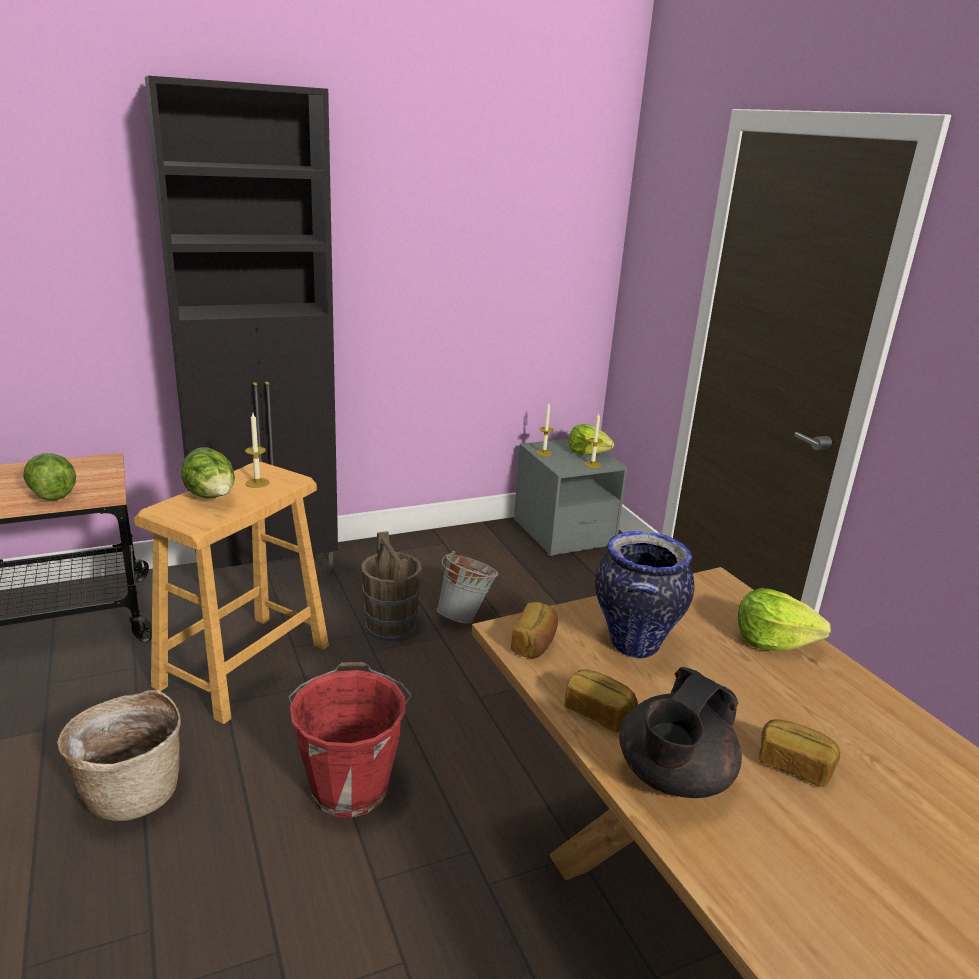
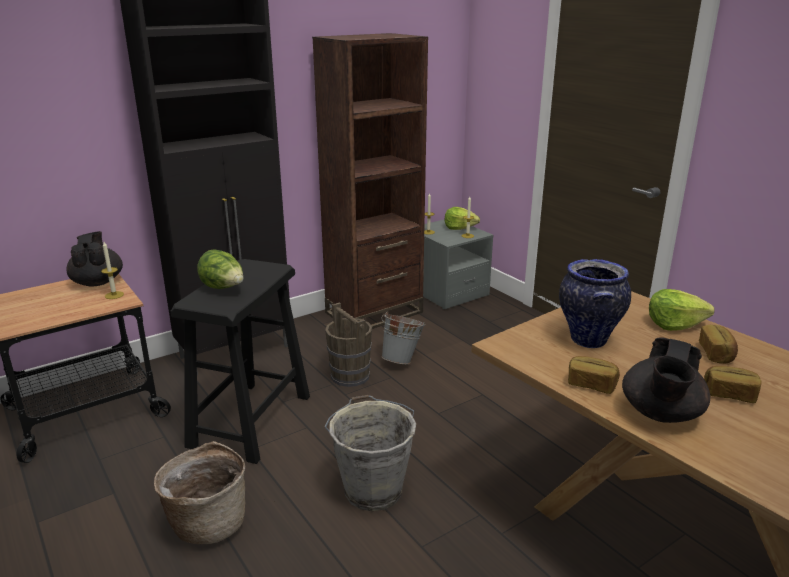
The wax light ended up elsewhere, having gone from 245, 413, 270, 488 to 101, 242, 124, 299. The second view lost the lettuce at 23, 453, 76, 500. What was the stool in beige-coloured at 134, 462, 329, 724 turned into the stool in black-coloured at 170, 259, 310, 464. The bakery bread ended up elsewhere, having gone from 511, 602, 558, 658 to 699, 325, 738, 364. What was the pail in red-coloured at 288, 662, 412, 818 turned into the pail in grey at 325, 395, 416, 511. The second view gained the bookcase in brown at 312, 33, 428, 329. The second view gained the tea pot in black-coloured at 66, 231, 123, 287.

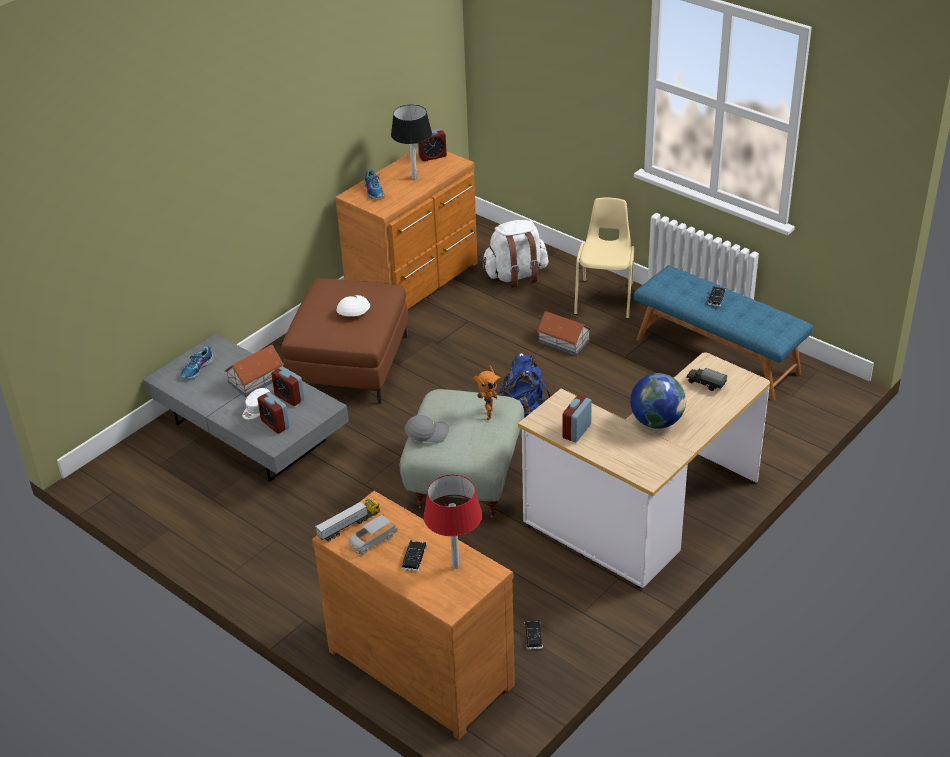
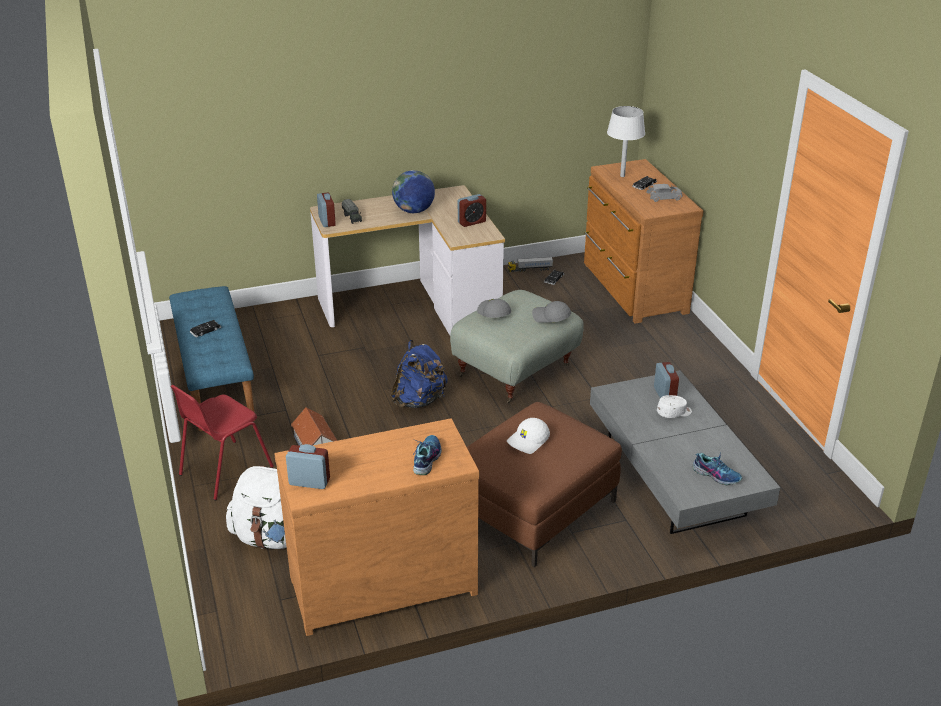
The second view lost the table lamp in black-coloured at 391, 105, 432, 179. What was the upright chair in beige-coloured at 574, 197, 634, 319 turned into the upright chair in red-coloured at 170, 385, 274, 500. The second view lost the model house at 224, 345, 284, 397. The low shoe at 181, 346, 214, 379 ended up facing another way, 60 degrees clockwise from before. Where the toy robot stood at 473, 365, 501, 420, the baseball cap in grey came to stand at 477, 299, 511, 318. The bedside clock ended up elsewhere, having gone from 271, 366, 304, 406 to 317, 192, 336, 227. What was the table lamp in red-coloured at 423, 474, 482, 569 turned into the table lamp in whitish at 607, 106, 645, 177. The toy lorry ended up elsewhere, having gone from 315, 499, 380, 541 to 508, 257, 553, 273.

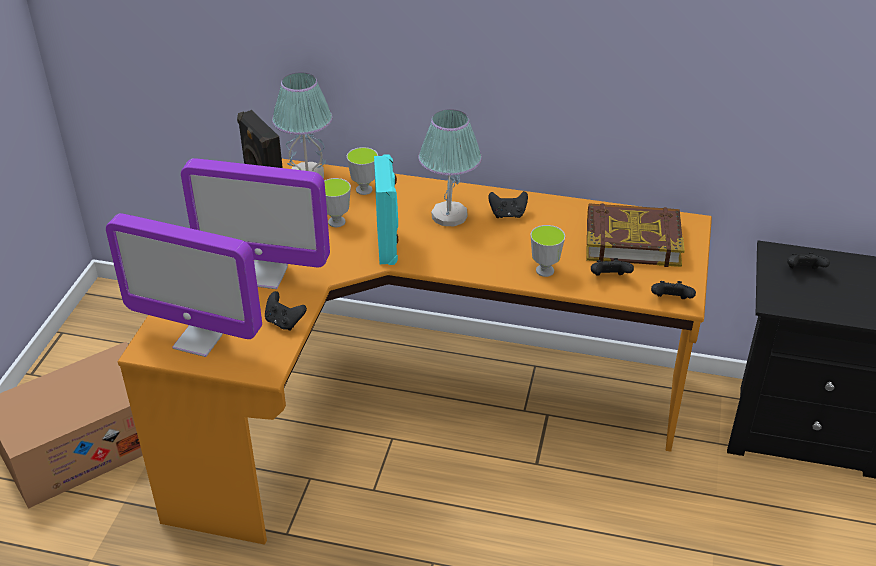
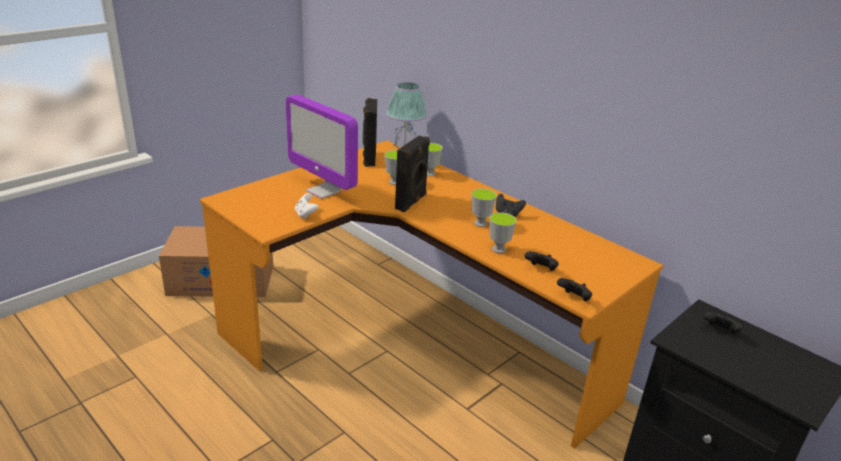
The second view lost the table lamp at 418, 109, 482, 226. What was the speaker in turquoise-coloured at 374, 154, 398, 265 turned into the speaker in black-coloured at 395, 136, 430, 212. The second view lost the bound book at 586, 203, 685, 267. The second view lost the computer screen at 106, 213, 262, 357. What was the joypad in black-coloured at 265, 291, 307, 331 turned into the joypad in whitish at 295, 193, 318, 219. The second view gained the drinking cup at 471, 189, 497, 227.

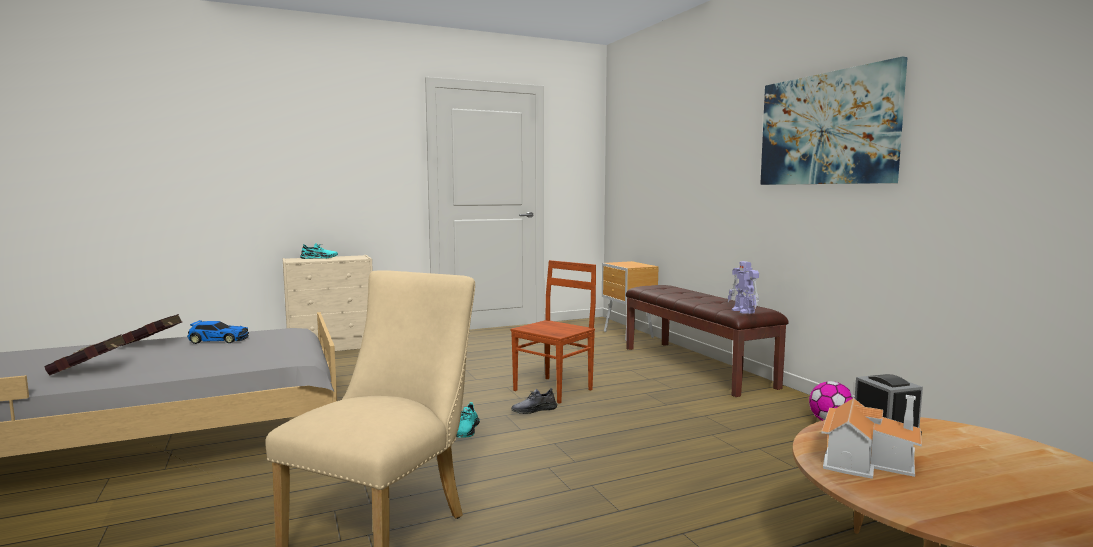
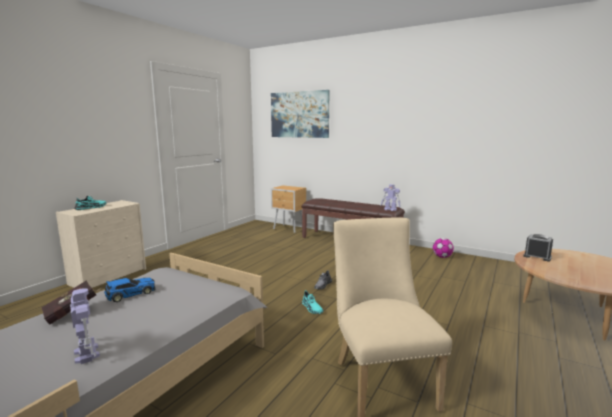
The wall picture ended up elsewhere, having gone from 760, 57, 908, 185 to 271, 90, 330, 138. The second view lost the upright chair in brown at 511, 260, 596, 404. Where the bound book in red-coloured stood at 44, 334, 126, 376, the toy robot came to stand at 70, 288, 100, 364. The second view lost the model house at 821, 395, 922, 479.

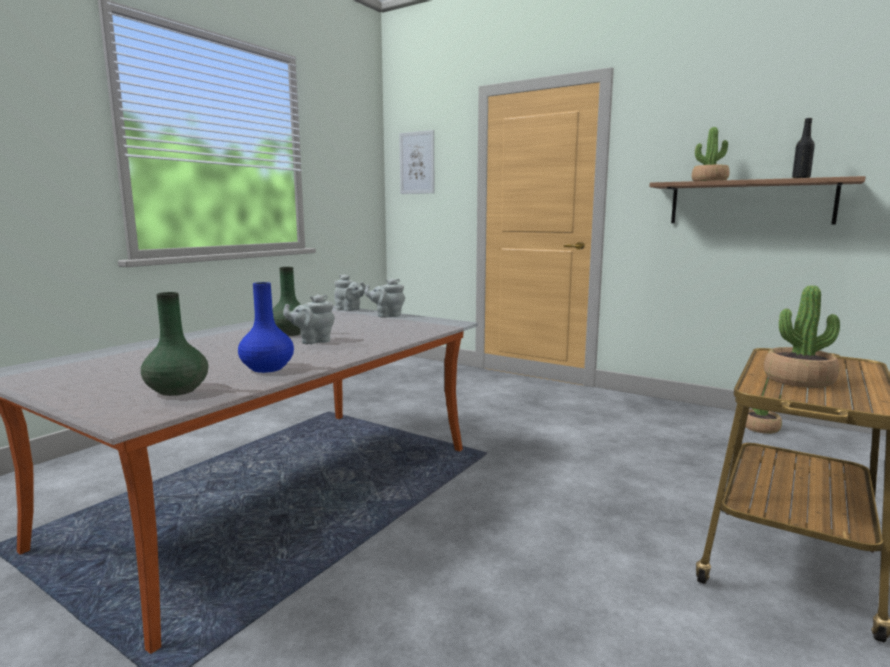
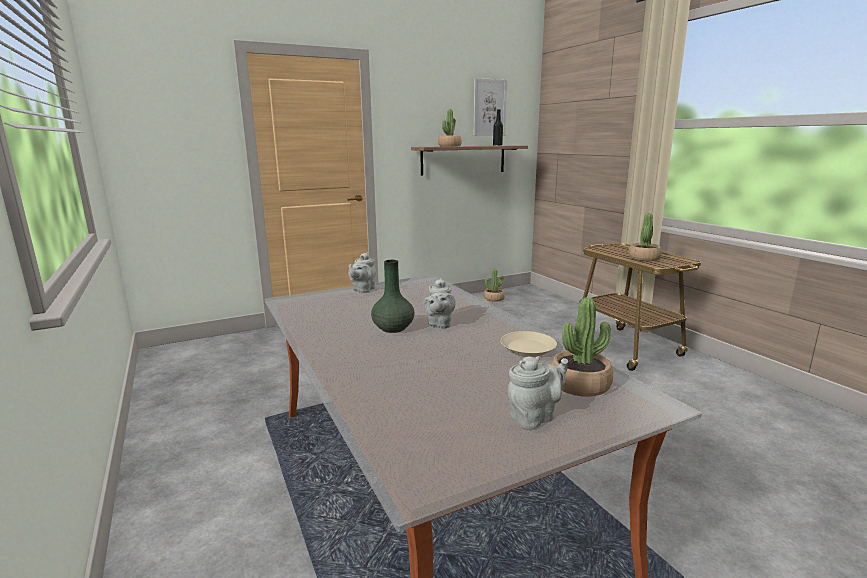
The wall picture ended up elsewhere, having gone from 399, 130, 434, 194 to 474, 78, 507, 136. The tea pot in grey ended up elsewhere, having gone from 334, 274, 366, 311 to 507, 356, 568, 429. Where the vase in blue stood at 238, 282, 294, 373, the flat dish in beige-coloured came to stand at 500, 331, 557, 357. Where the vase in greenish stood at 141, 292, 208, 396, the houseplant came to stand at 551, 297, 613, 397.

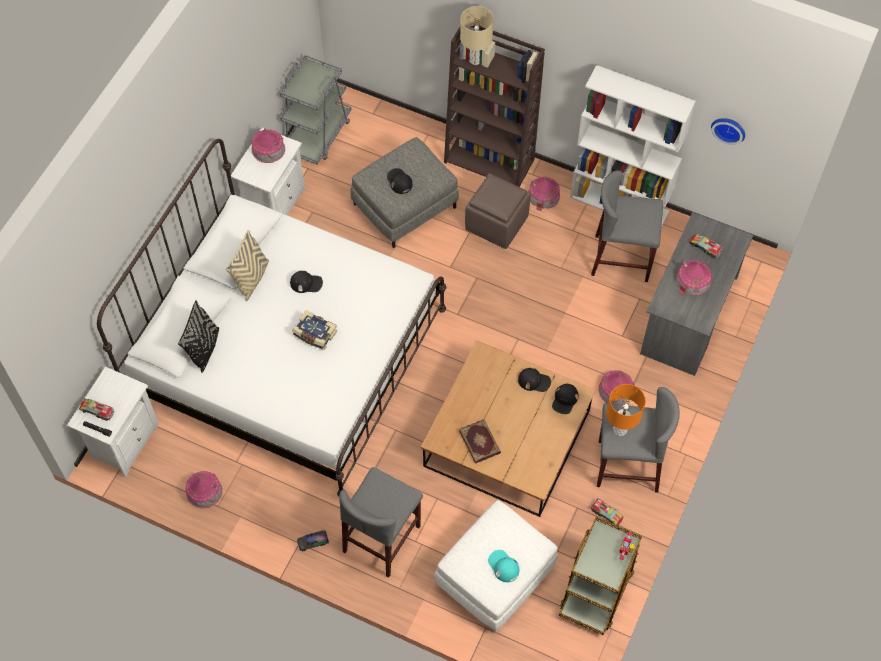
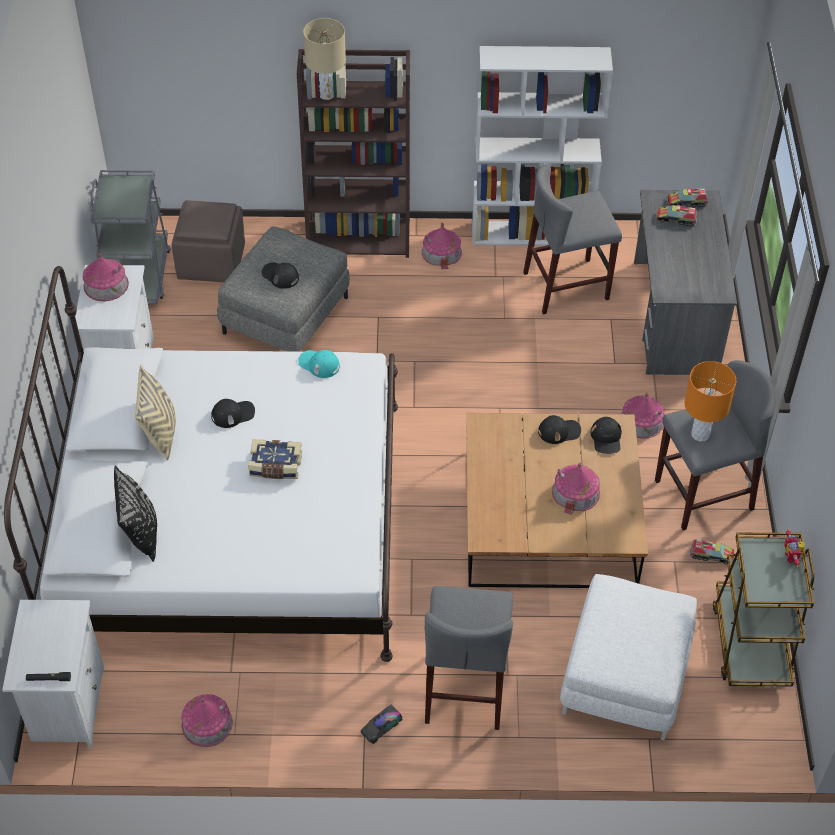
The second view lost the wall clock at 711, 118, 745, 145. The ottoman in brown ended up elsewhere, having gone from 465, 173, 531, 249 to 172, 200, 245, 282. The model house ended up elsewhere, having gone from 675, 260, 712, 296 to 552, 462, 600, 515. The toy lorry ended up elsewhere, having gone from 79, 399, 114, 421 to 667, 188, 708, 207. The second view lost the bound book at 459, 419, 501, 464. The baseball cap in turquoise-coloured ended up elsewhere, having gone from 488, 550, 519, 582 to 298, 350, 340, 378.

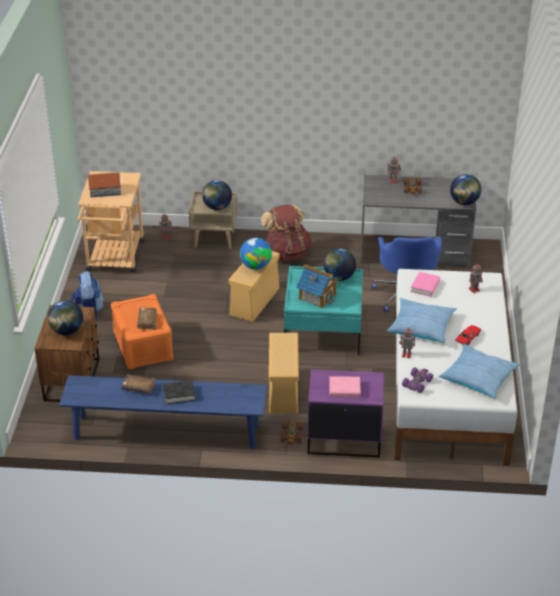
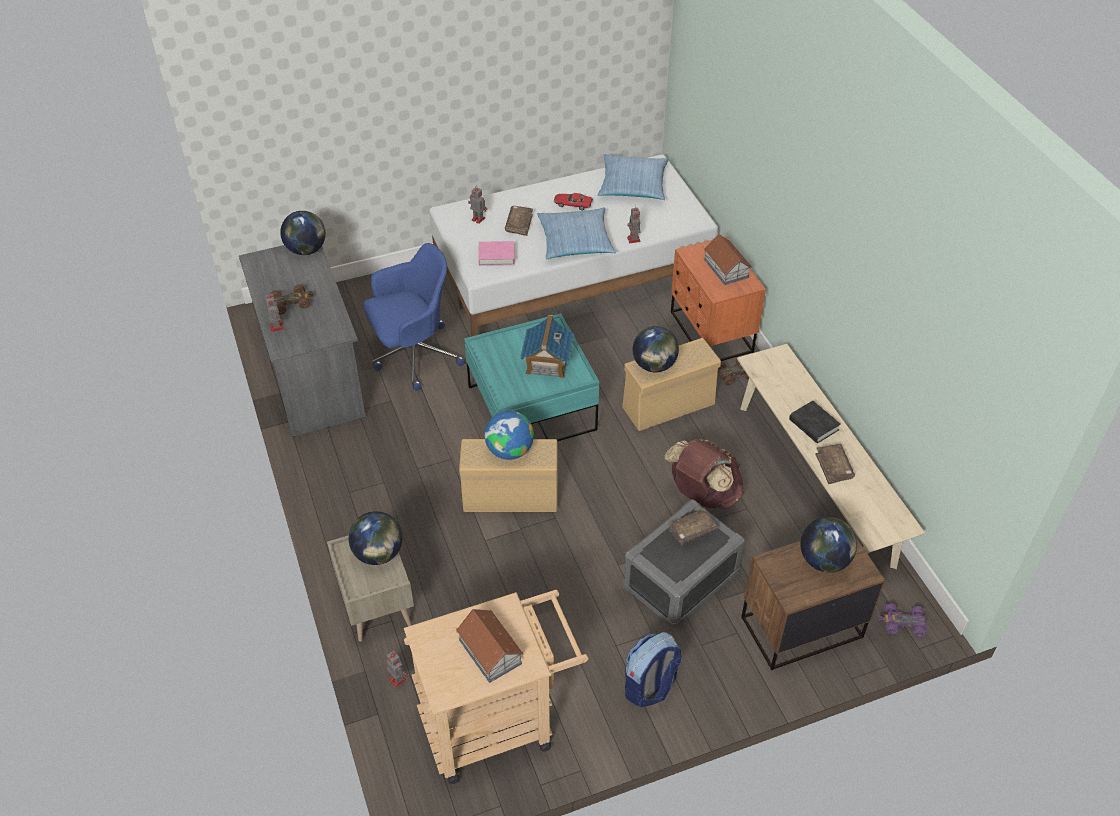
The knapsack in brown ended up elsewhere, having gone from 261, 204, 312, 261 to 665, 439, 744, 509. The desk globe ended up elsewhere, having gone from 324, 248, 356, 281 to 633, 326, 679, 372. What was the storage container in orange-coloured at 111, 294, 173, 370 turned into the storage container in grey at 623, 499, 745, 628. The miniature car in purple-coloured ended up elsewhere, having gone from 402, 367, 433, 393 to 878, 603, 927, 637. What was the night table in purple-coloured at 308, 369, 384, 458 turned into the night table in orange-coloured at 671, 236, 766, 361. What was the long seat in blue at 59, 375, 267, 449 turned into the long seat in beige-coloured at 737, 344, 925, 569. Where the bound book in pink stood at 329, 376, 361, 398, the model house came to stand at 704, 234, 752, 285. The second view gained the bound book in brown at 505, 206, 533, 236.

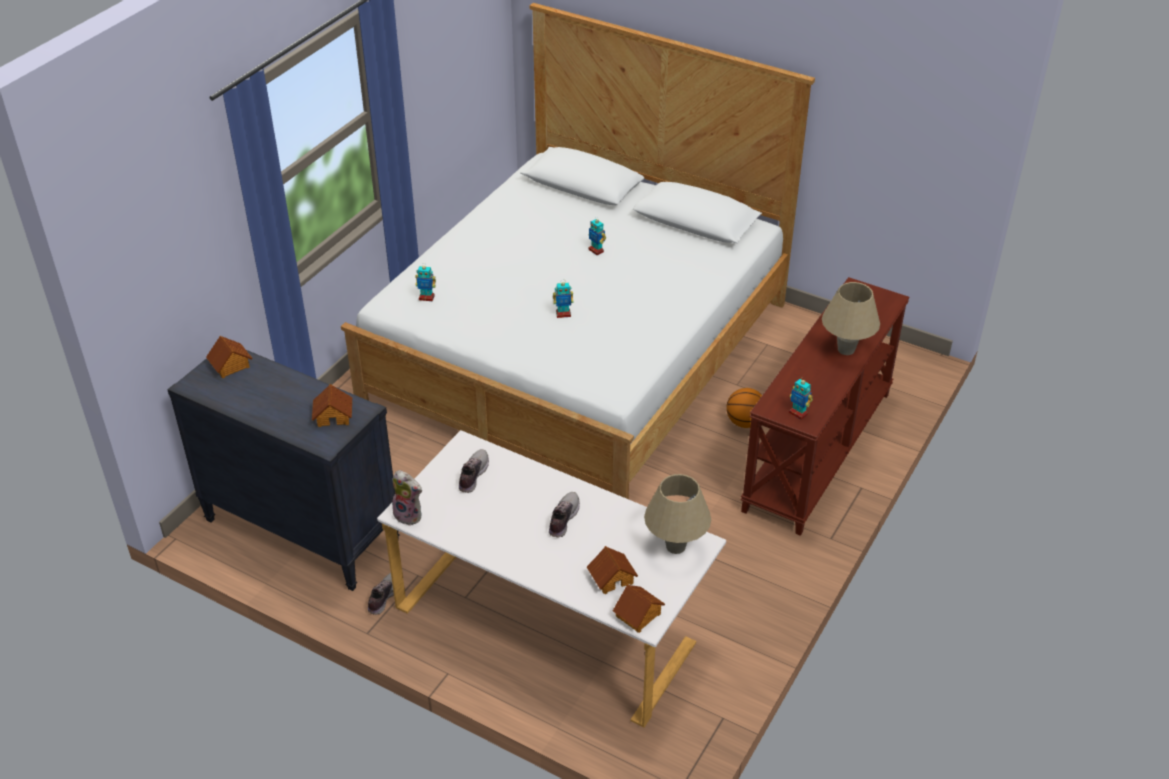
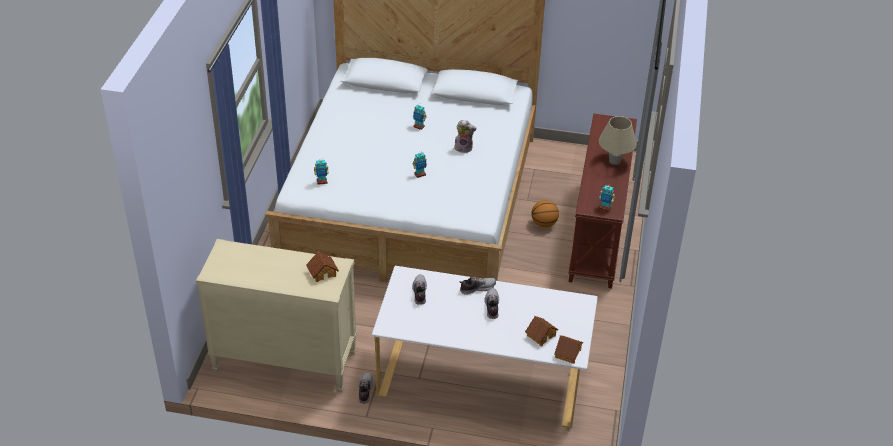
The second view lost the model house at 206, 336, 253, 378. What was the chest of drawers in black-coloured at 167, 350, 400, 591 turned into the chest of drawers in beige-coloured at 196, 239, 357, 393. The cuddly toy ended up elsewhere, having gone from 392, 470, 423, 526 to 454, 120, 476, 153. The second view lost the table lamp in beige-coloured at 644, 474, 711, 554. The second view gained the low shoe at 460, 276, 496, 295.

